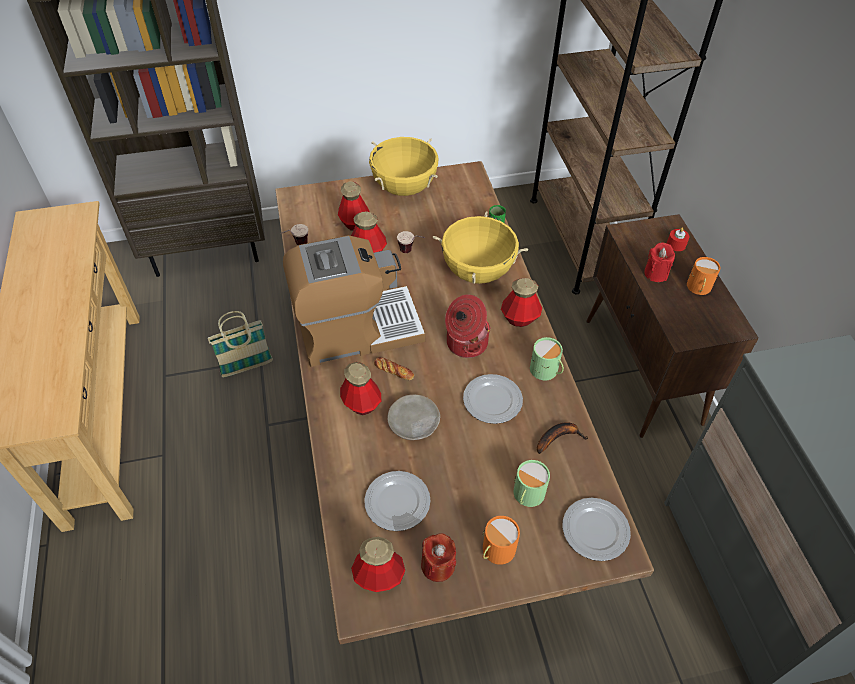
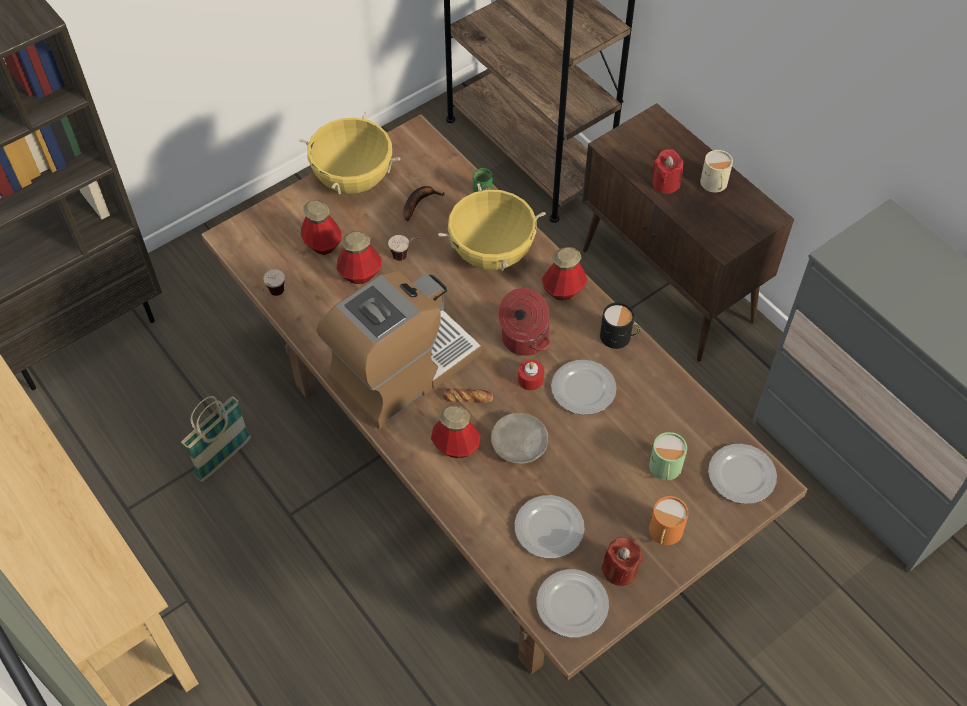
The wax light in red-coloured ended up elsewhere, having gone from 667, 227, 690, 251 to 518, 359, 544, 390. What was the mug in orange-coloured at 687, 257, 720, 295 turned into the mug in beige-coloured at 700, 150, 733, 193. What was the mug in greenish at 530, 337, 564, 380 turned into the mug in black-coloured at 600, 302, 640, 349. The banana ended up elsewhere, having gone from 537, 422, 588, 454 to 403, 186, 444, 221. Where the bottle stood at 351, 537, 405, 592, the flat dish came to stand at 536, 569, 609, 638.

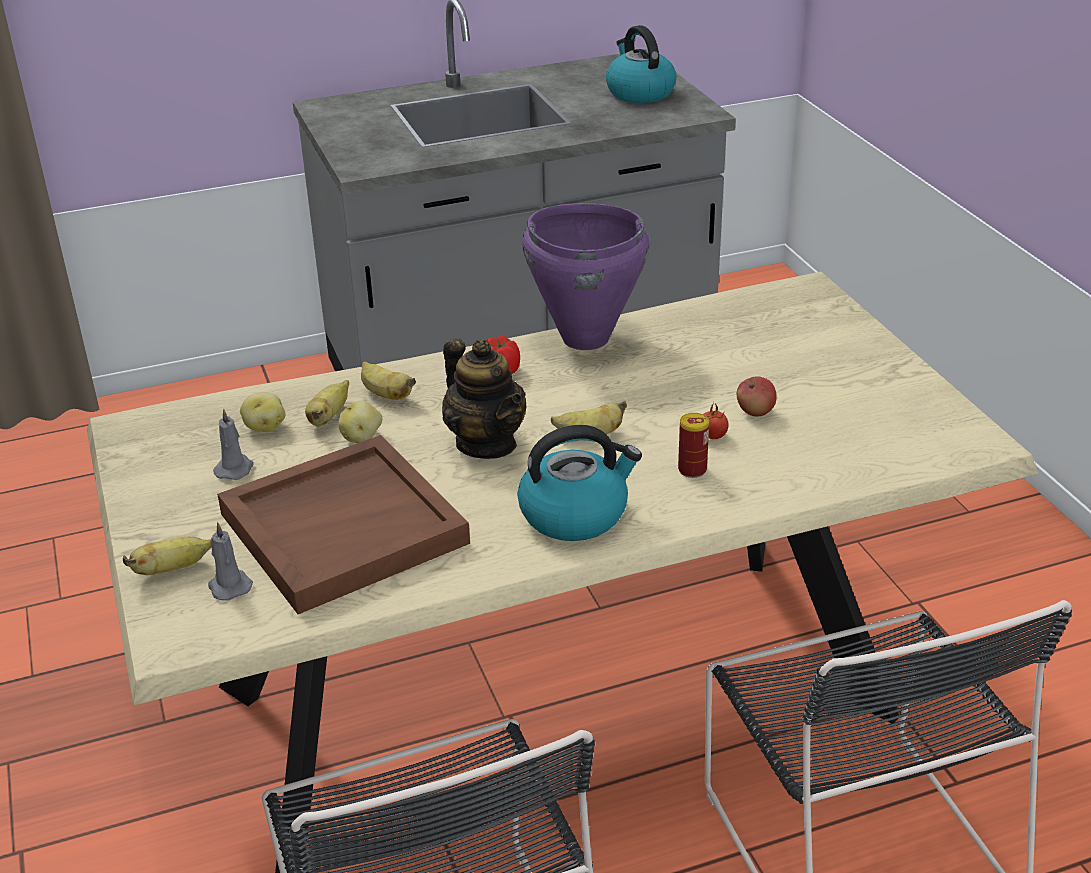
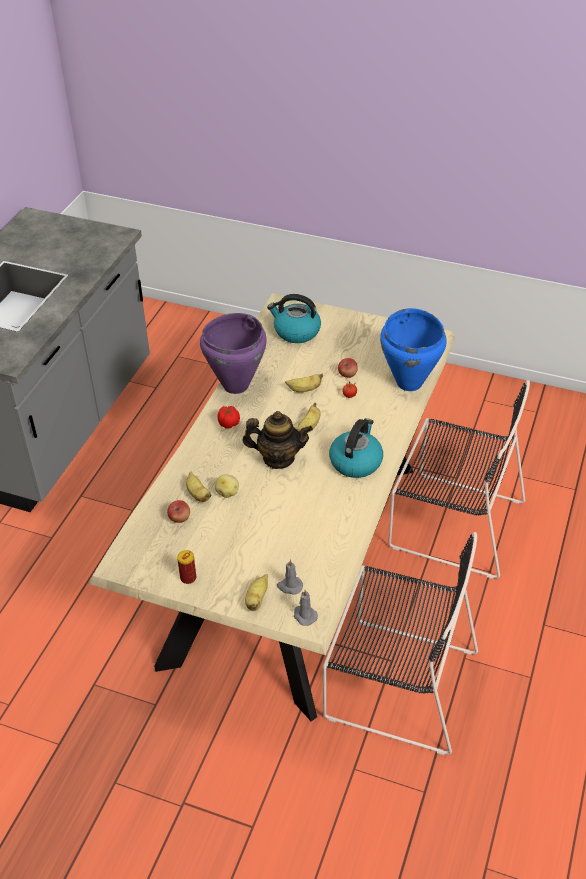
The tea kettle ended up elsewhere, having gone from 606, 25, 677, 103 to 267, 294, 321, 343. The banana ended up elsewhere, having gone from 361, 361, 416, 400 to 285, 374, 323, 392. Where the potato stood at 240, 392, 286, 432, the apple came to stand at 167, 500, 190, 523. The wax light in grey ended up elsewhere, having gone from 213, 408, 254, 480 to 294, 590, 318, 626. The sealed can ended up elsewhere, having gone from 678, 413, 709, 478 to 177, 550, 196, 584. The second view lost the serving tray in brown at 217, 435, 470, 614. The second view gained the saucepot in blue at 380, 308, 447, 391.

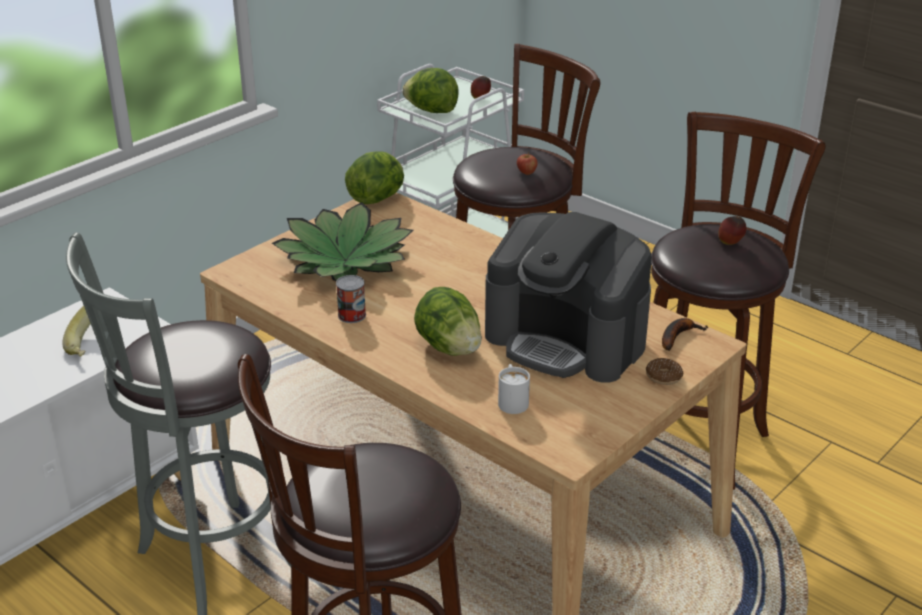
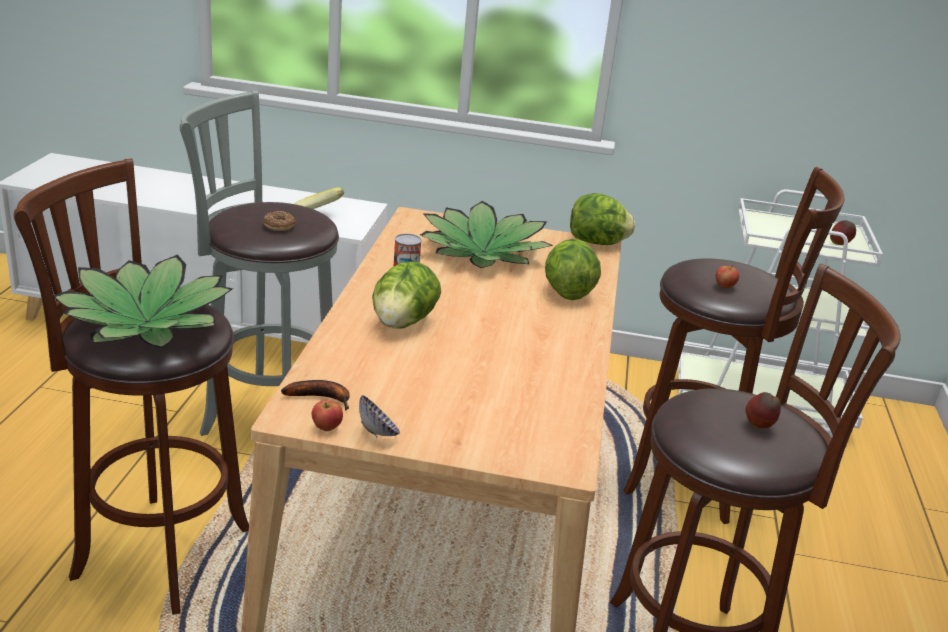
The lettuce ended up elsewhere, having gone from 402, 68, 459, 113 to 545, 239, 601, 300. The second view lost the coffee maker at 485, 212, 652, 383. The banana ended up elsewhere, having gone from 662, 318, 708, 351 to 281, 380, 350, 411. The doughnut ended up elsewhere, having gone from 646, 358, 684, 385 to 263, 211, 295, 231. The second view lost the mug in whitish at 498, 364, 530, 414. The second view gained the houseplant at 54, 255, 234, 348. The second view gained the deep dish at 359, 395, 400, 437. The second view gained the apple at 312, 400, 343, 431.

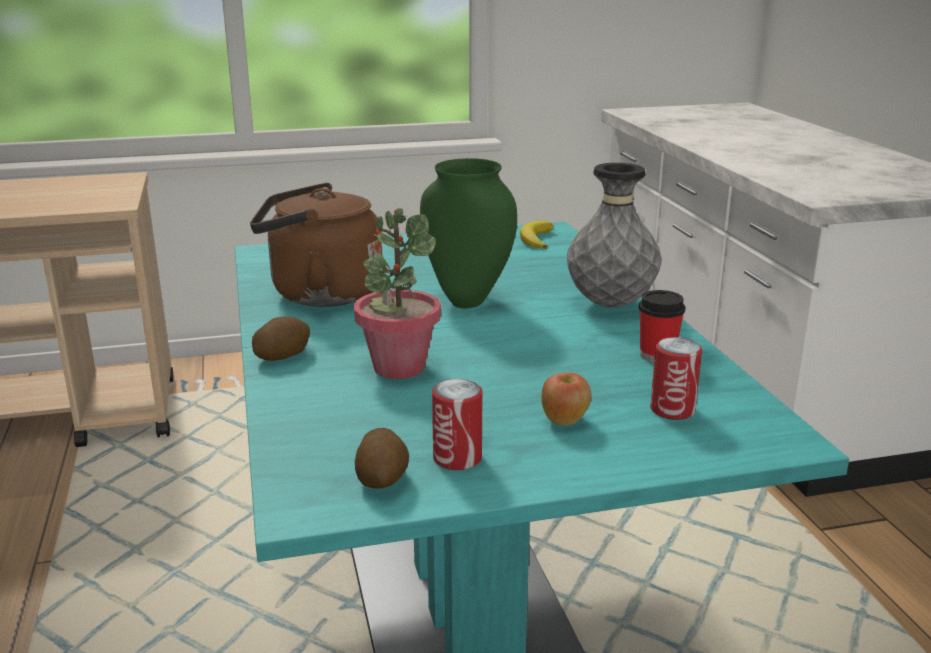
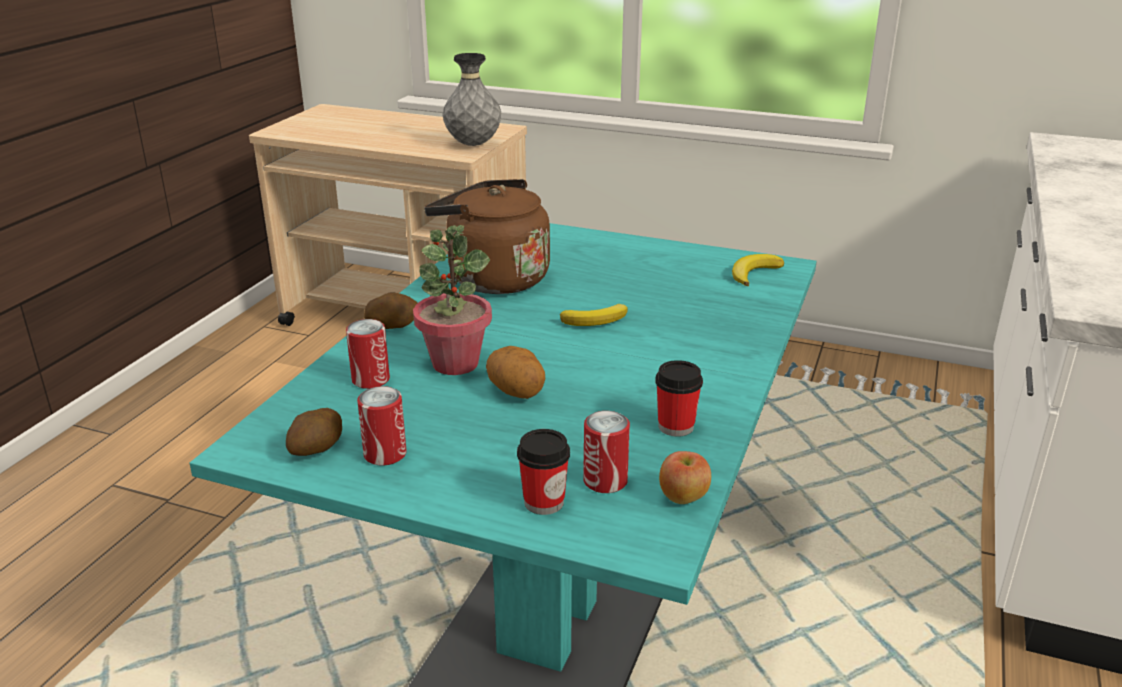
Where the vase in greenish stood at 420, 158, 517, 308, the banana came to stand at 560, 304, 628, 326. The vase in grey ended up elsewhere, having gone from 567, 163, 662, 308 to 443, 53, 501, 146. The apple ended up elsewhere, having gone from 541, 372, 591, 426 to 659, 451, 711, 504. The second view gained the sealed can at 346, 319, 390, 389. The second view gained the potato at 486, 346, 545, 399. The second view gained the drinking cup at 517, 429, 570, 515.

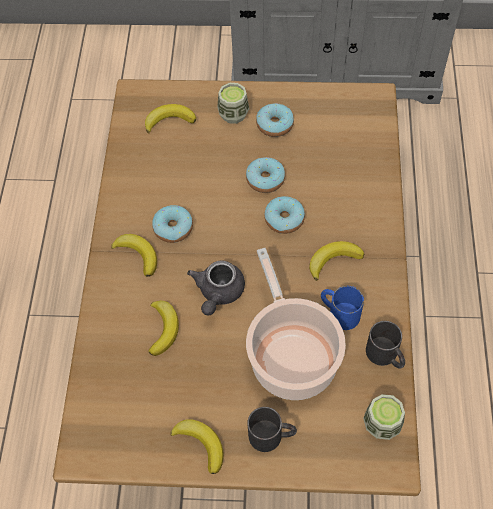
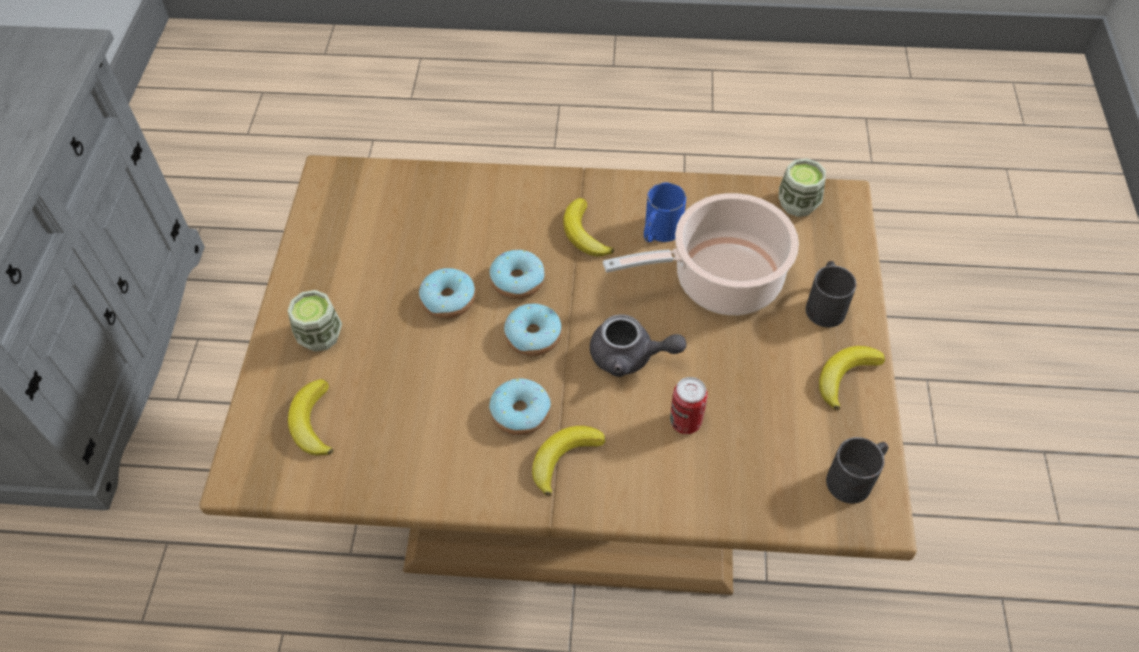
The doughnut ended up elsewhere, having gone from 256, 103, 294, 137 to 504, 304, 562, 356. Where the banana stood at 148, 301, 179, 356, the sealed can came to stand at 670, 377, 708, 434. The mug in black-coloured ended up elsewhere, having gone from 366, 321, 405, 369 to 826, 437, 888, 504.

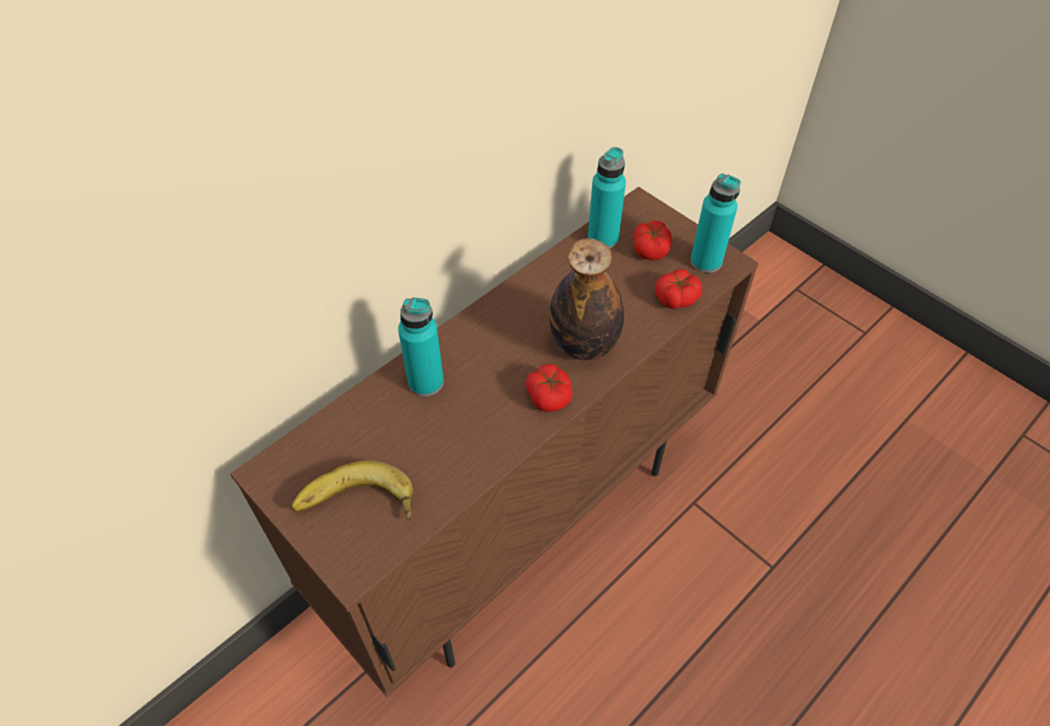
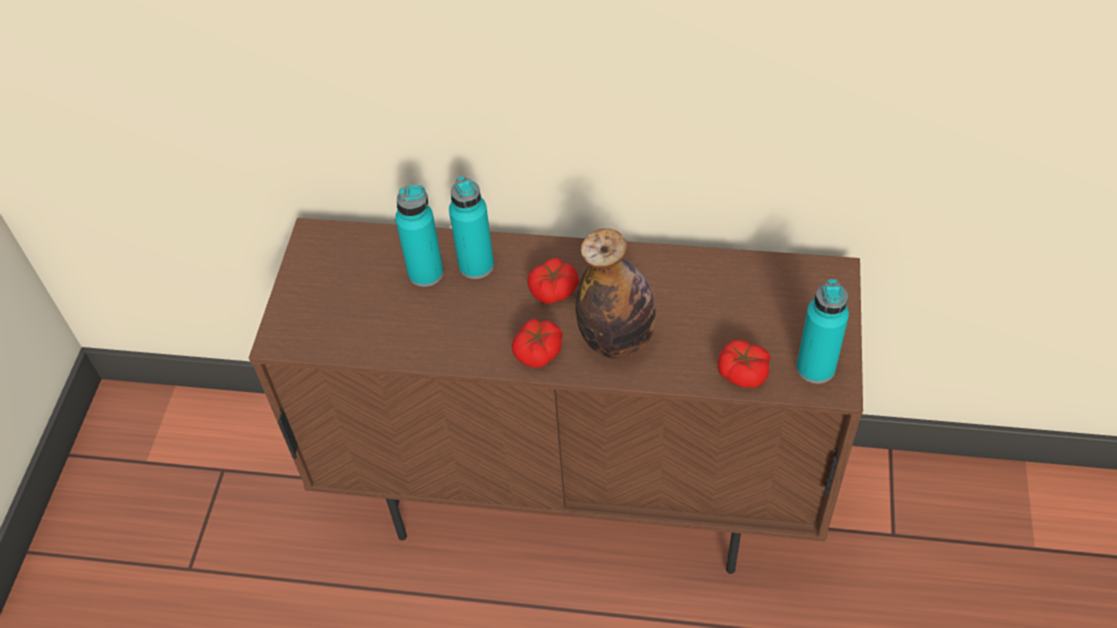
The bottle in turquoise-coloured ended up elsewhere, having gone from 588, 147, 626, 249 to 395, 185, 444, 287. The whole tomato ended up elsewhere, having gone from 633, 220, 672, 260 to 527, 258, 579, 304. The second view lost the banana at 291, 460, 413, 521.

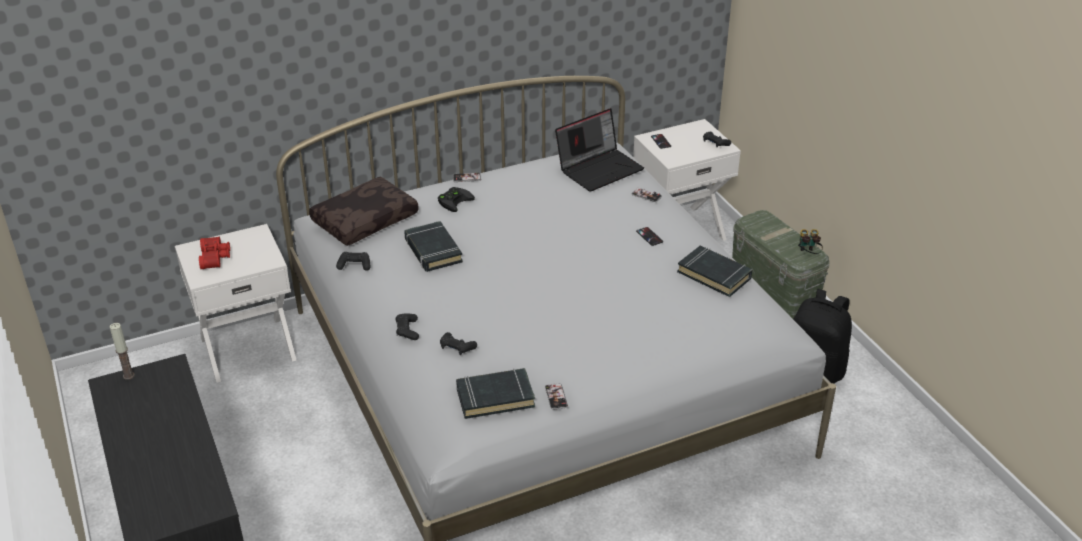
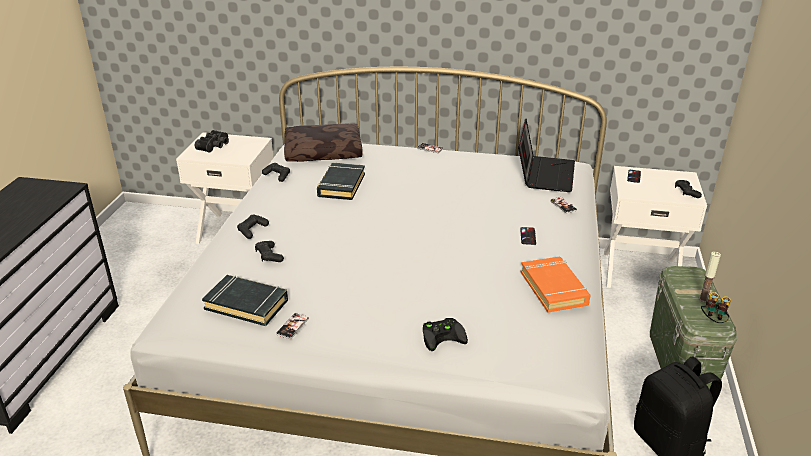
The notebook computer at 555, 108, 644, 192 ended up facing another way, 75 degrees counterclockwise from before. The joypad in black-coloured ended up elsewhere, having gone from 438, 187, 475, 212 to 423, 318, 468, 351. What was the field glasses in red-coloured at 199, 236, 230, 269 turned into the field glasses in black-coloured at 195, 130, 229, 152. What was the bound book in black-coloured at 677, 246, 752, 297 turned into the bound book in orange-coloured at 521, 257, 591, 312. The wax light ended up elsewhere, having gone from 110, 323, 135, 380 to 699, 252, 721, 302.

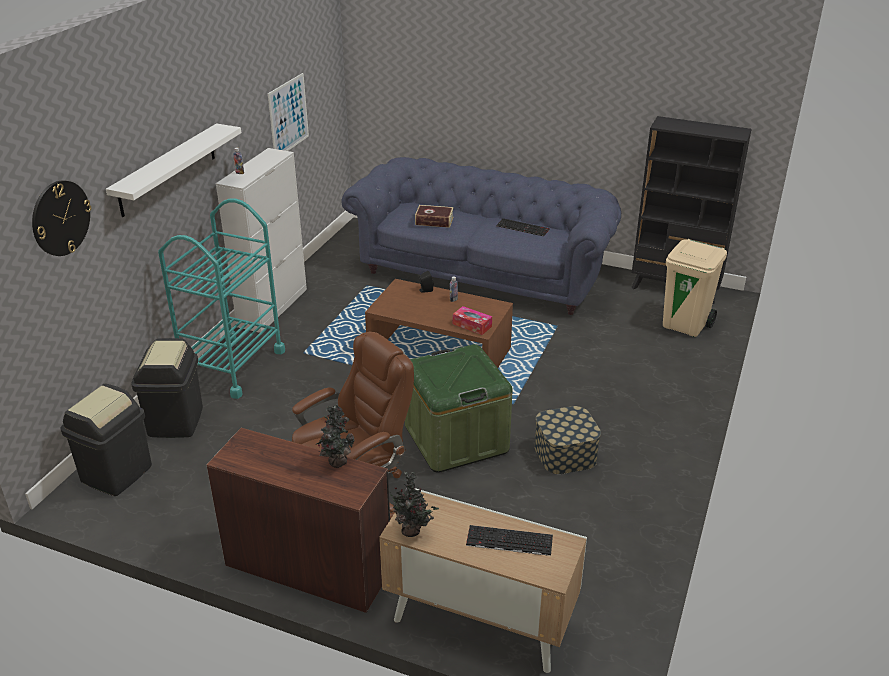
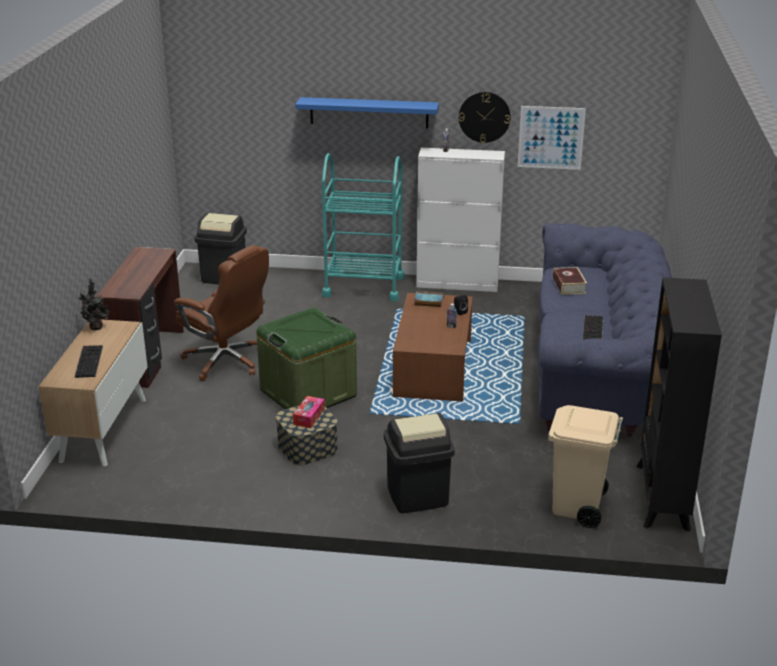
What was the wall shelf in whitish at 106, 123, 241, 217 turned into the wall shelf in blue at 296, 97, 439, 129. The wall clock ended up elsewhere, having gone from 32, 180, 91, 256 to 459, 92, 511, 143. The tissue box ended up elsewhere, having gone from 453, 306, 492, 335 to 293, 396, 325, 428. The trash can in black-coloured ended up elsewhere, having gone from 131, 338, 203, 438 to 384, 413, 455, 513. The second view lost the houseplant at 317, 405, 355, 468. The second view gained the bound book at 414, 291, 444, 307.

